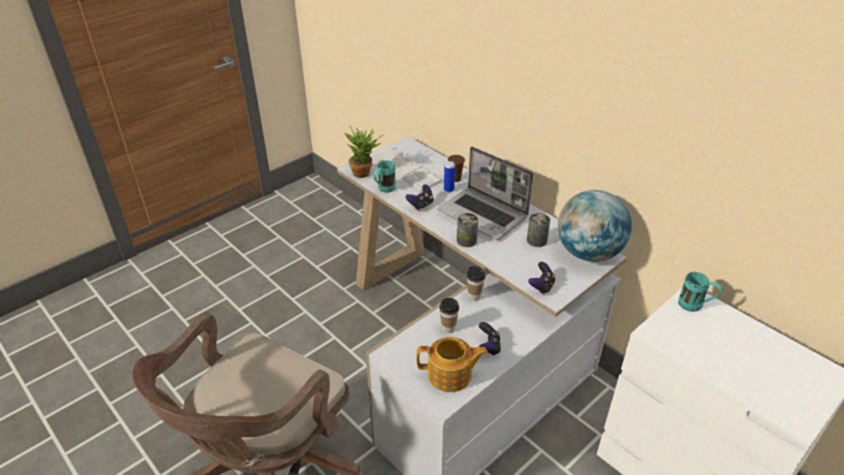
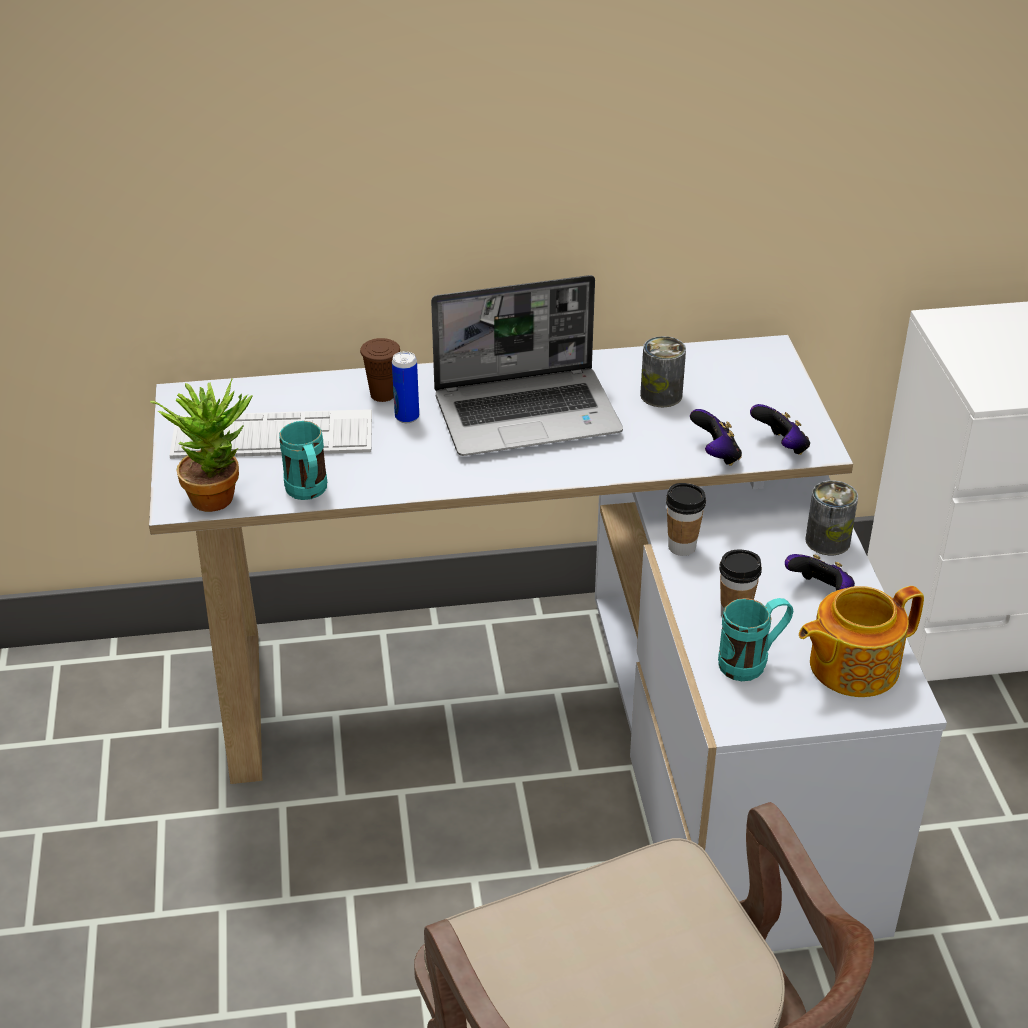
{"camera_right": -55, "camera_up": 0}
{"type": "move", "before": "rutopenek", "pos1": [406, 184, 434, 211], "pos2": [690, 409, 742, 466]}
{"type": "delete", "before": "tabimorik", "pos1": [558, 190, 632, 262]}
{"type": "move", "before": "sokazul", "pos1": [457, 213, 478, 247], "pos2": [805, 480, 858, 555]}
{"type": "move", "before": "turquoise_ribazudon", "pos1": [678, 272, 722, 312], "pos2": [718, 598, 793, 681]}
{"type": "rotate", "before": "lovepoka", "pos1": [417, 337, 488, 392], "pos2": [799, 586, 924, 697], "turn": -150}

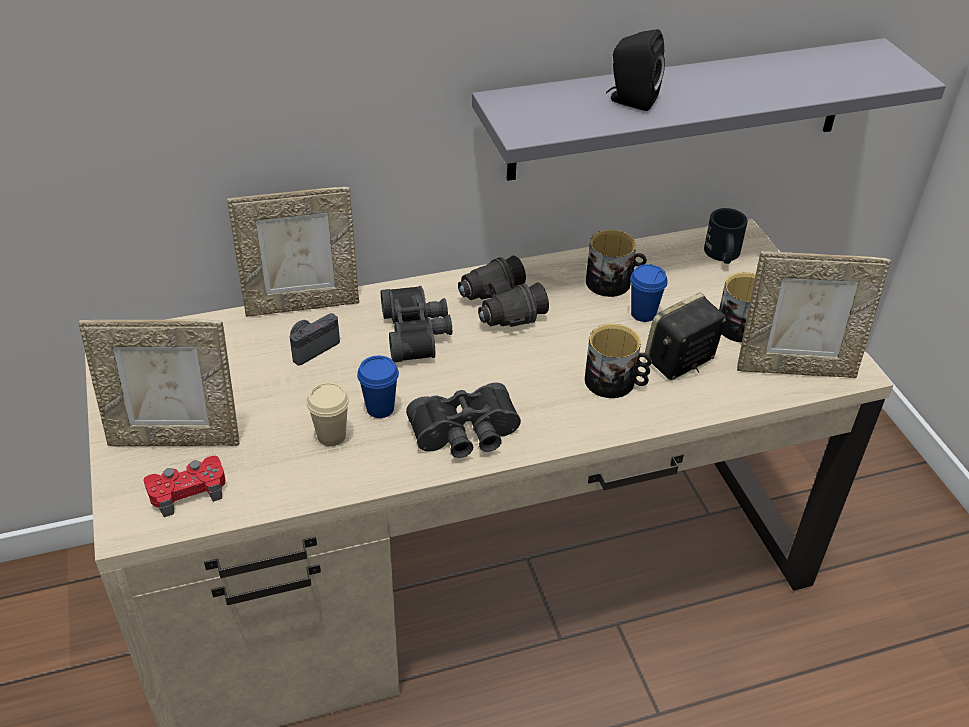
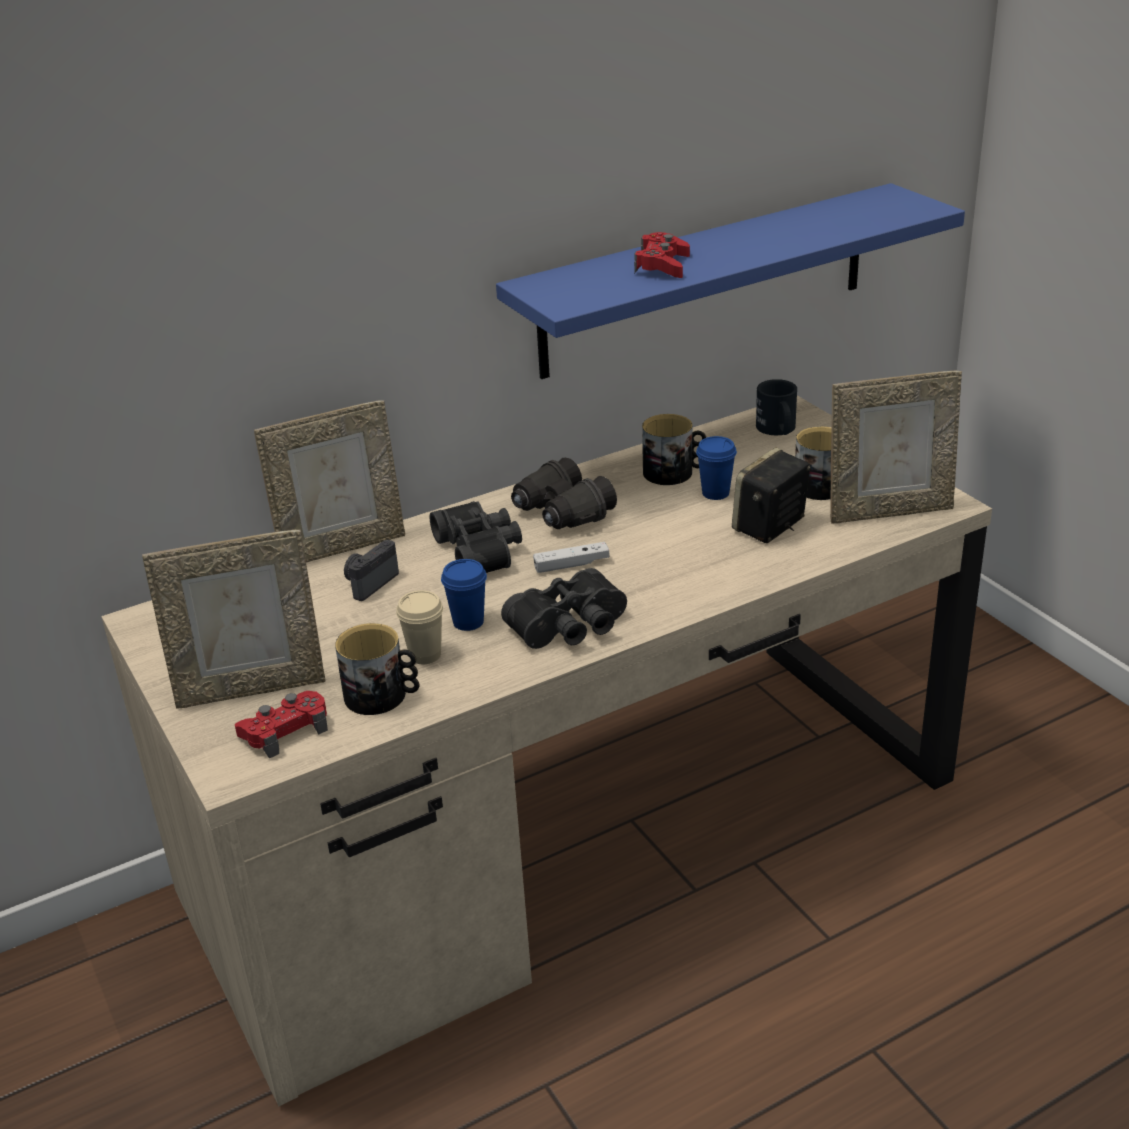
{"camera_right": -10, "camera_up": -10}
{"type": "replace", "before": "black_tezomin", "after": "red_rutopenek", "pos1": [606, 29, 665, 111], "pos2": [634, 232, 690, 278]}
{"type": "recolor", "before": "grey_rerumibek", "after": "blue_rerumibek", "pos1": [472, 38, 946, 181], "pos2": [496, 183, 965, 379]}
{"type": "move", "before": "ribazudon", "pos1": [585, 324, 652, 398], "pos2": [335, 623, 419, 715]}
{"type": "insert", "after": "white_rutopenek", "pos2": [533, 542, 610, 573]}

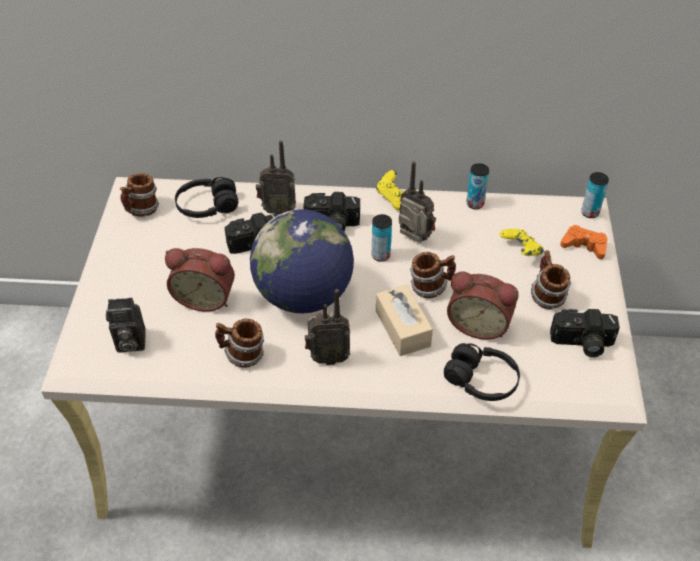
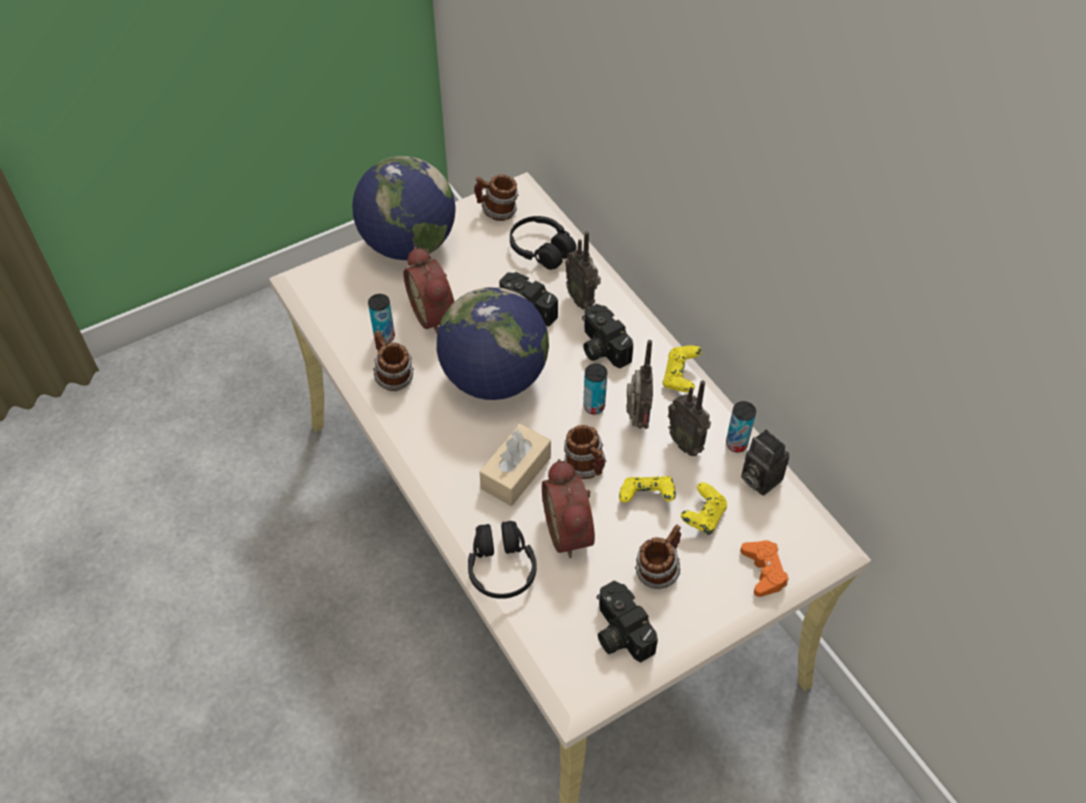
{"camera_right": 55, "camera_up": 5}
{"type": "move", "before": "sokazul", "pos1": [581, 172, 609, 218], "pos2": [368, 294, 395, 344]}
{"type": "move", "before": "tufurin", "pos1": [305, 289, 350, 365], "pos2": [668, 380, 711, 456]}
{"type": "move", "before": "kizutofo", "pos1": [106, 297, 146, 353], "pos2": [741, 429, 789, 496]}
{"type": "insert", "after": "tabimorik", "pos2": [352, 156, 455, 260]}
{"type": "insert", "after": "yellow_rutopenek", "pos2": [619, 476, 676, 503]}

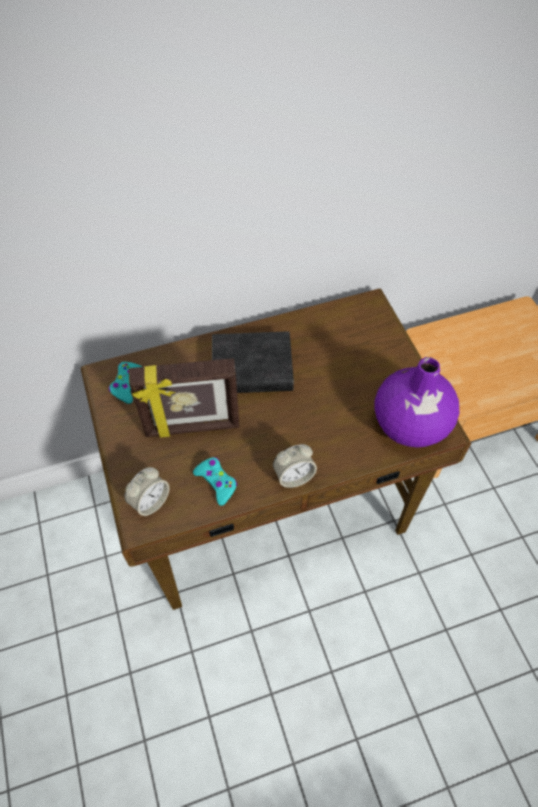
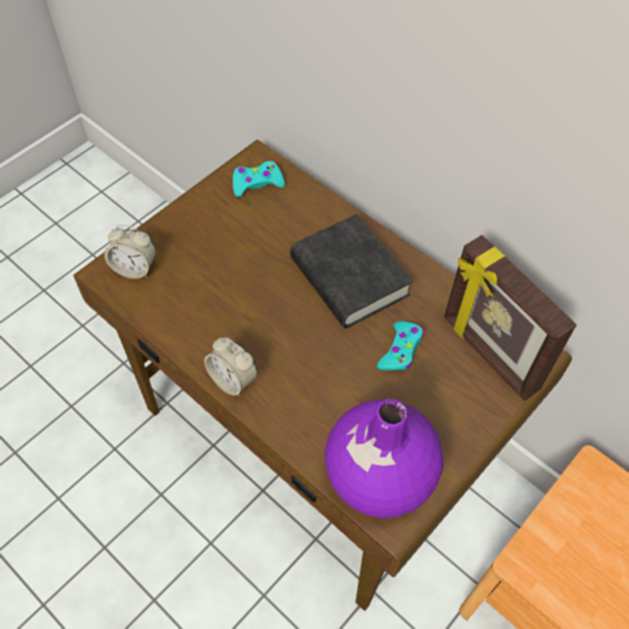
{"camera_right": 60, "camera_up": 0}
{"type": "move", "before": "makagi", "pos1": [129, 358, 240, 438], "pos2": [444, 235, 577, 401]}
{"type": "move", "before": "turquoise_rutopenek", "pos1": [193, 457, 237, 506], "pos2": [377, 321, 424, 371]}

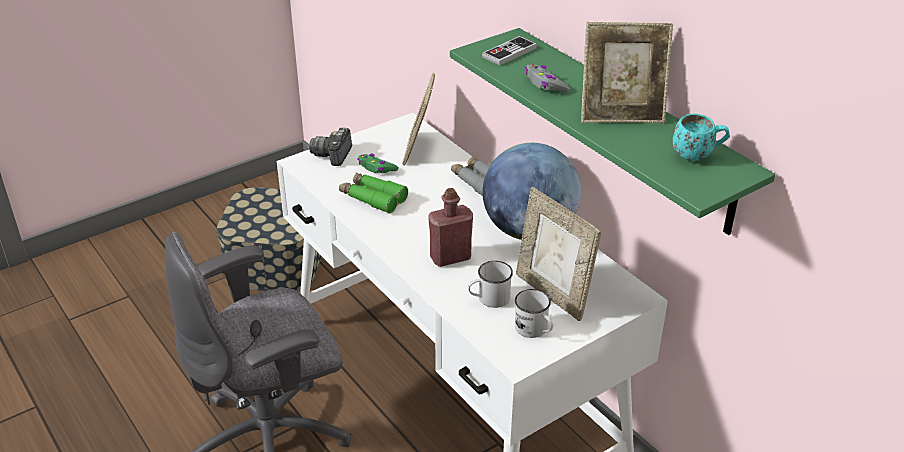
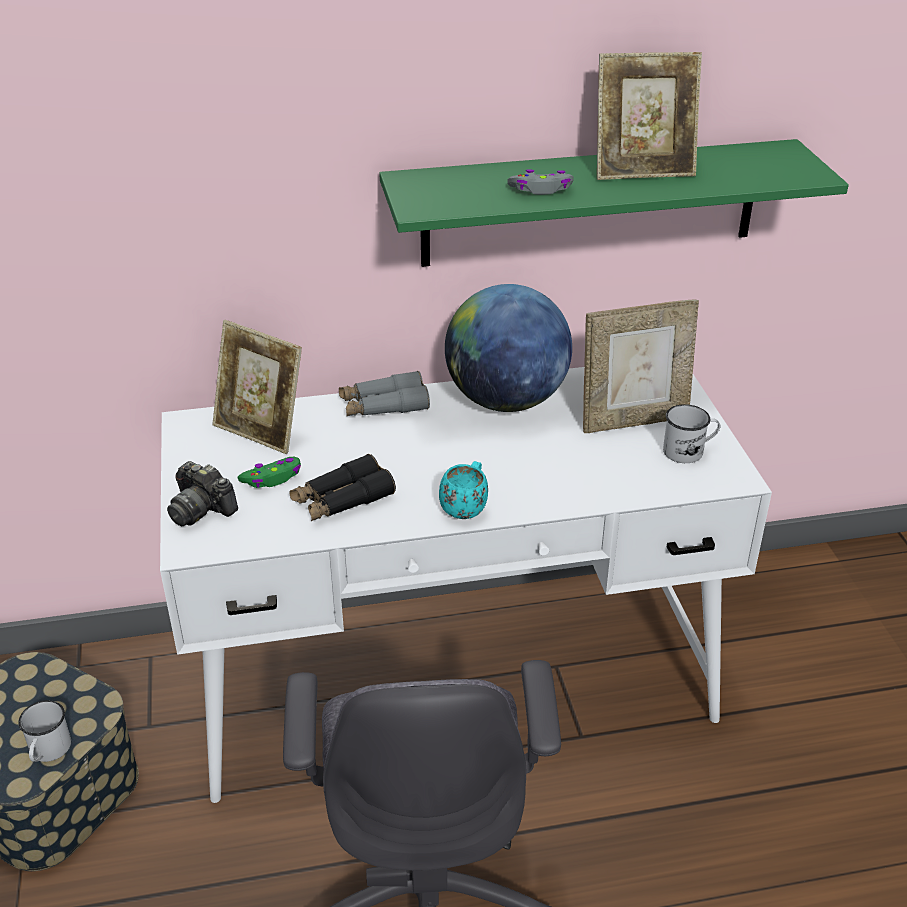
{"camera_right": -65, "camera_up": 0}
{"type": "rotate", "before": "makagi", "pos1": [581, 22, 673, 123], "pos2": [597, 52, 702, 180], "turn": 60}
{"type": "delete", "before": "rutopenek", "pos1": [482, 36, 537, 66]}
{"type": "move", "before": "turquoise_ribazudon", "pos1": [673, 113, 730, 161], "pos2": [439, 461, 488, 519]}
{"type": "recolor", "before": "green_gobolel", "after": "black_gobolel", "pos1": [339, 172, 408, 214], "pos2": [289, 454, 396, 521]}
{"type": "delete", "before": "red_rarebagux", "pos1": [428, 188, 473, 267]}
{"type": "move", "before": "white_ribazudon", "pos1": [468, 261, 513, 308], "pos2": [18, 700, 71, 762]}

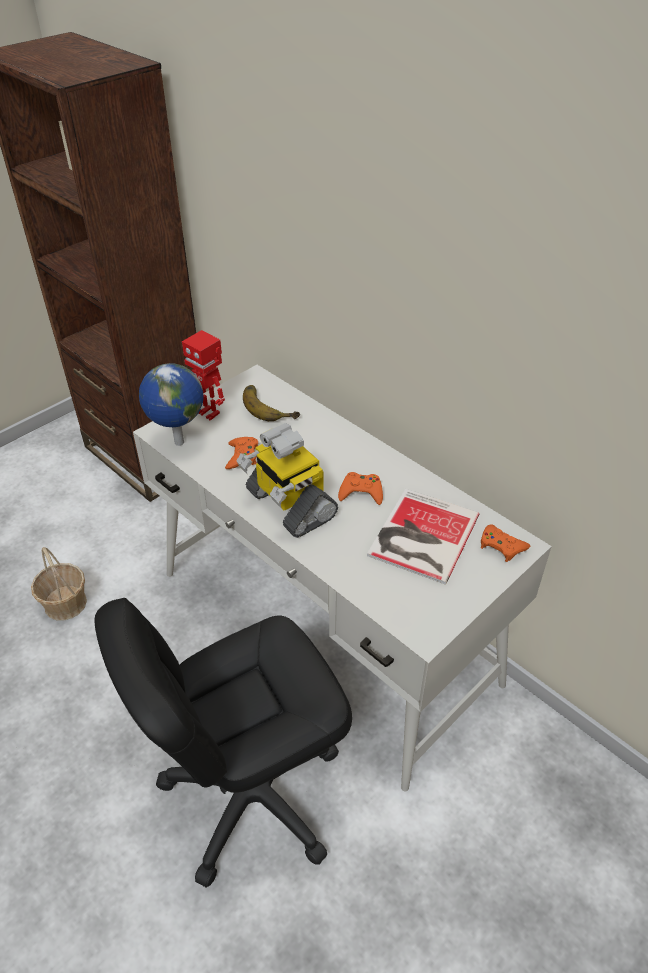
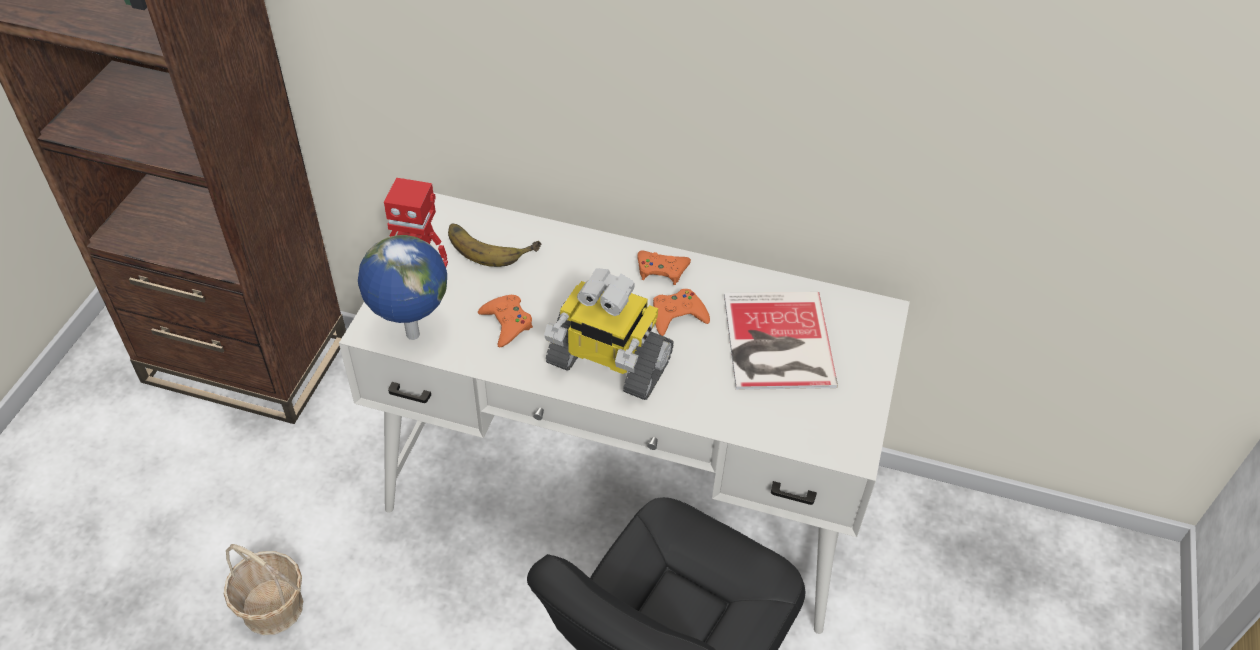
{"camera_right": -30, "camera_up": 5}
{"type": "move", "before": "orange_rutopenek", "pos1": [481, 524, 530, 562], "pos2": [637, 250, 691, 285]}

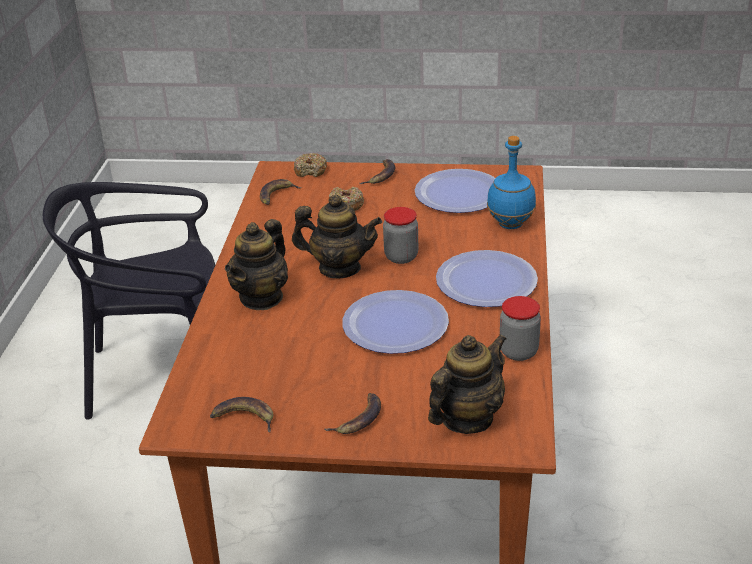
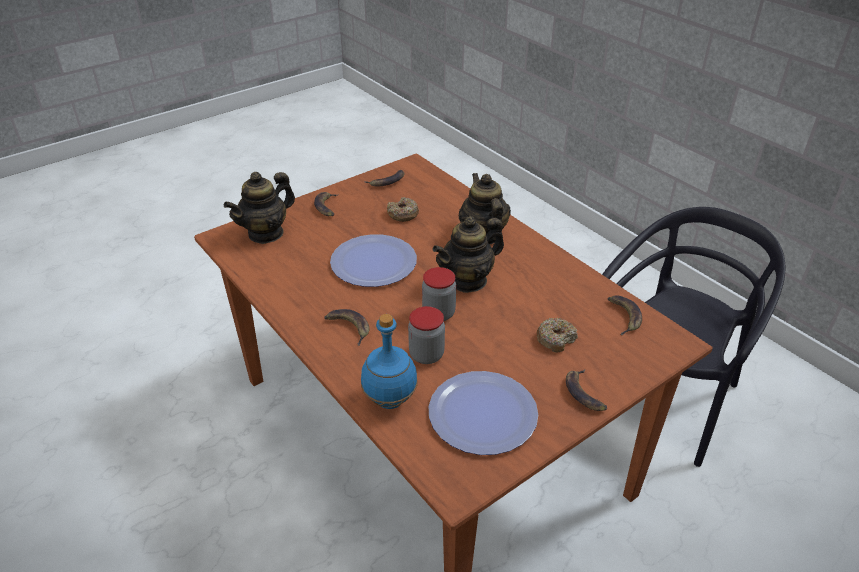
{"camera_right": 135, "camera_up": 5}
{"type": "move", "before": "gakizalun", "pos1": [294, 153, 327, 177], "pos2": [387, 197, 419, 222]}
{"type": "replace", "before": "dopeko", "after": "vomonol", "pos1": [436, 250, 538, 307], "pos2": [324, 309, 370, 346]}
{"type": "move", "before": "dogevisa", "pos1": [500, 296, 541, 361], "pos2": [408, 306, 445, 364]}
{"type": "rotate", "before": "lovepoka", "pos1": [428, 334, 507, 434], "pos2": [224, 172, 295, 244], "turn": 45}

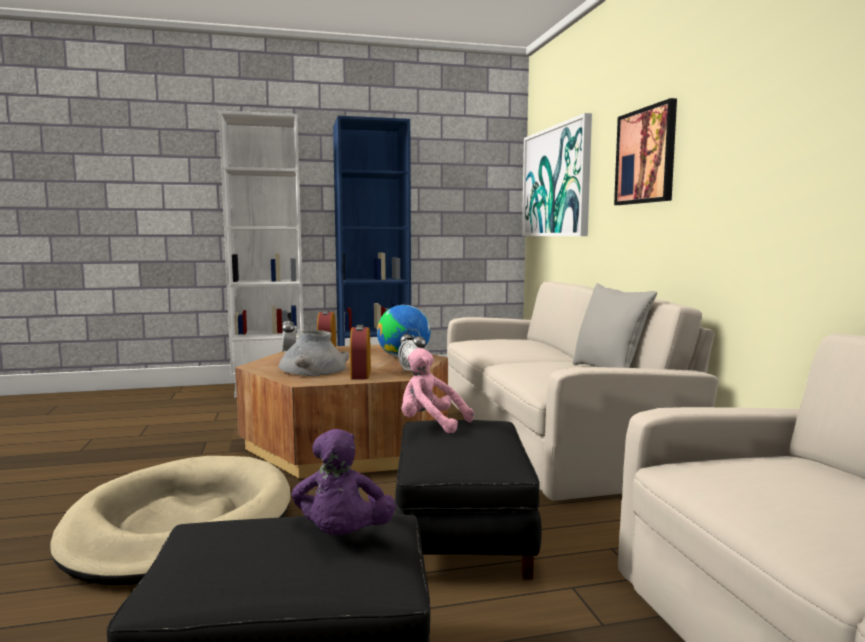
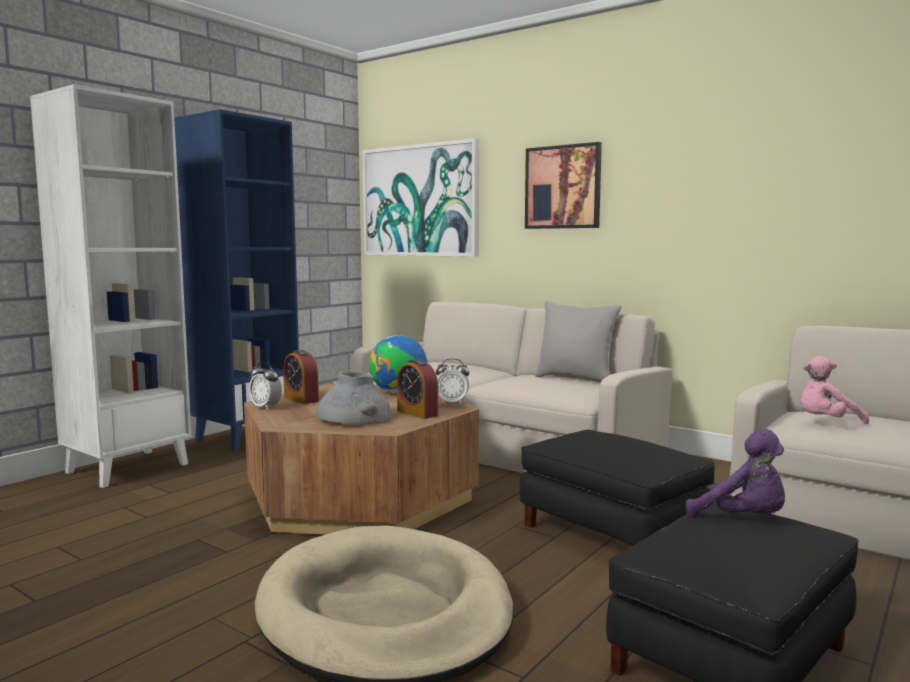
{"camera_right": -40, "camera_up": 0}
{"type": "move", "before": "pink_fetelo", "pos1": [401, 348, 474, 433], "pos2": [800, 356, 869, 424]}

